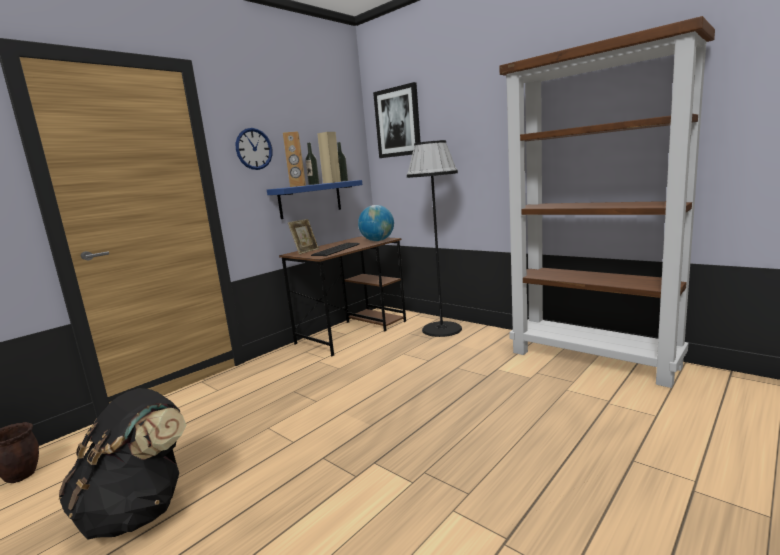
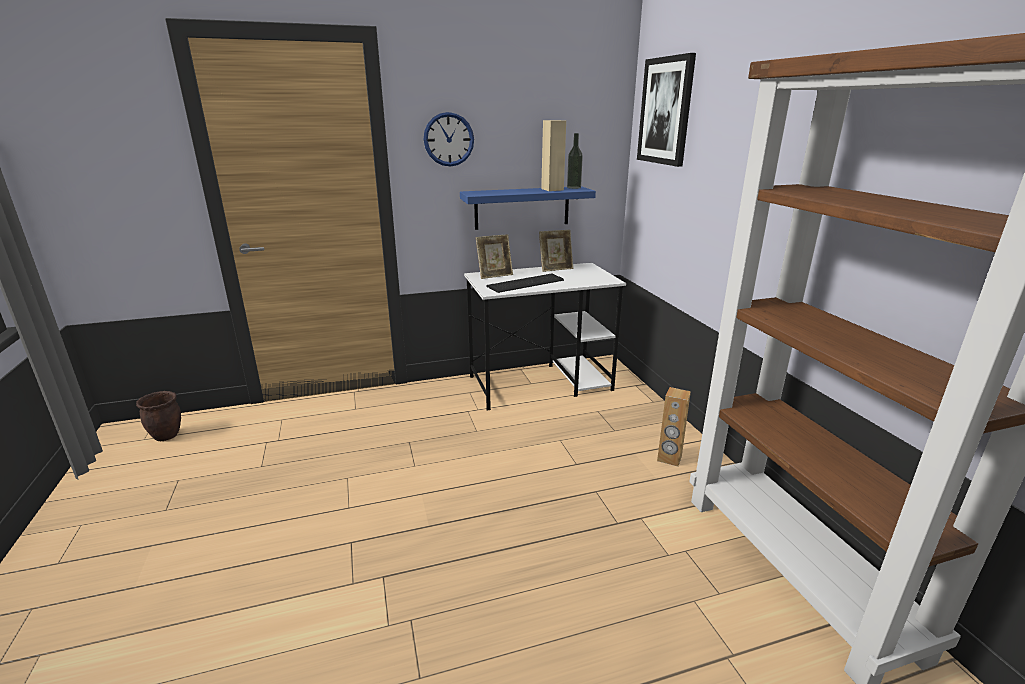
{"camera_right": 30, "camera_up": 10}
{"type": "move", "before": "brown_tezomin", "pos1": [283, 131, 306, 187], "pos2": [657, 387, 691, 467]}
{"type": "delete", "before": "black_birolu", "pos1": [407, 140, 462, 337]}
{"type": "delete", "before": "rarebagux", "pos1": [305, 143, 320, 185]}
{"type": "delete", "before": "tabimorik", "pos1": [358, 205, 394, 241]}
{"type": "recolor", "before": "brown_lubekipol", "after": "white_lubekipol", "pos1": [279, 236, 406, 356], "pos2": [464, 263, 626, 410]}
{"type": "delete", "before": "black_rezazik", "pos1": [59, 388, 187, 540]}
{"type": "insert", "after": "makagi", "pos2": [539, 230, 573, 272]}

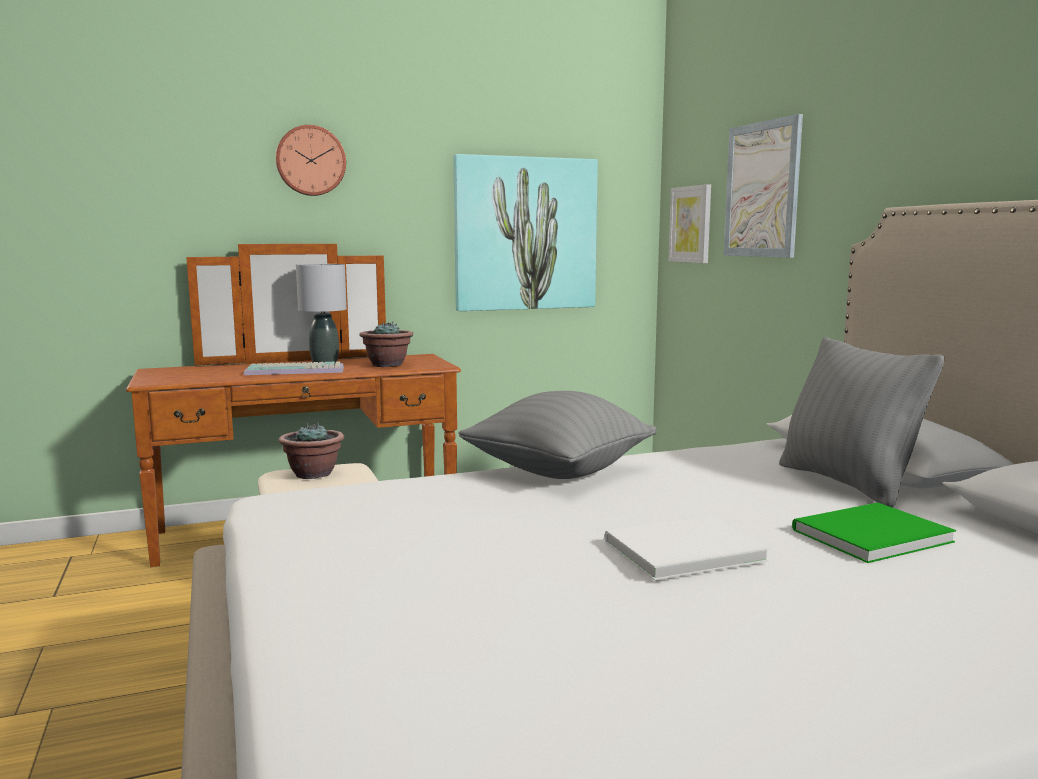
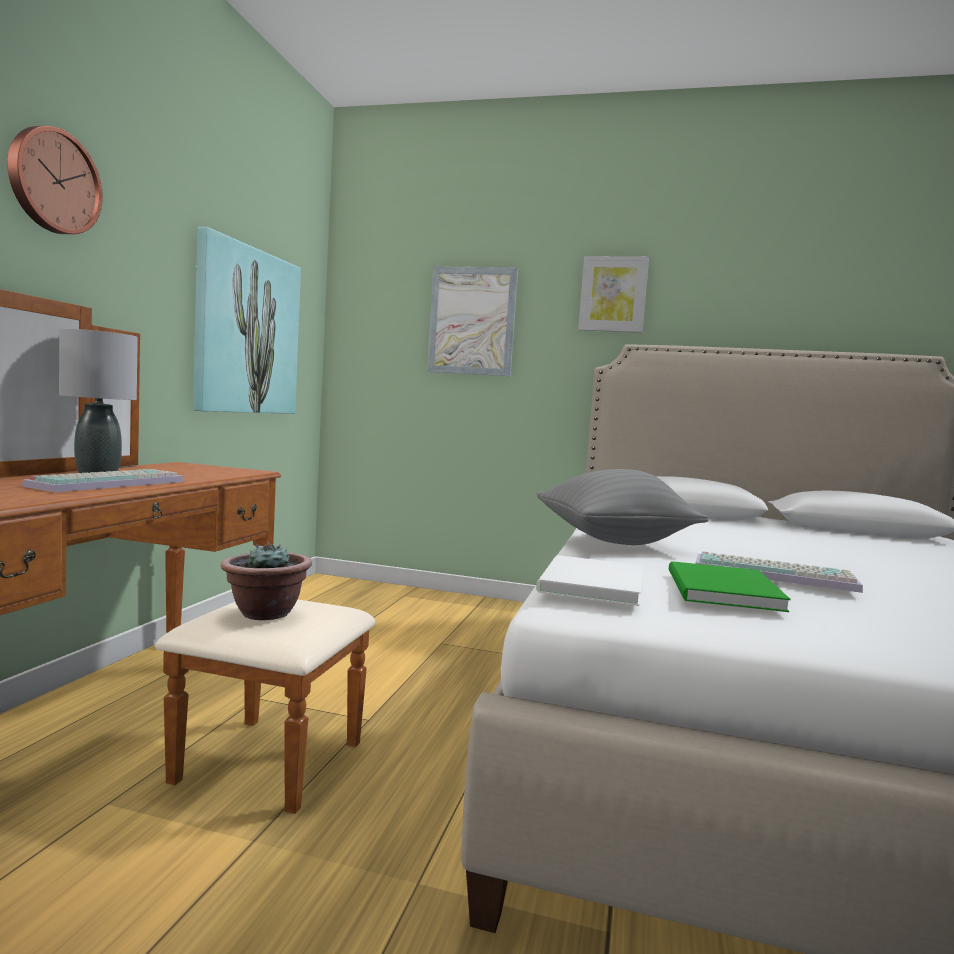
{"camera_right": -55, "camera_up": -5}
{"type": "move", "before": "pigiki", "pos1": [668, 184, 711, 263], "pos2": [578, 256, 649, 333]}
{"type": "delete", "before": "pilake", "pos1": [359, 322, 413, 367]}
{"type": "delete", "before": "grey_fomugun", "pos1": [779, 337, 945, 508]}
{"type": "move", "before": "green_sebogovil", "pos1": [792, 503, 956, 563], "pos2": [669, 561, 791, 612]}
{"type": "move", "before": "white_sebogovil", "pos1": [605, 516, 769, 581], "pos2": [536, 555, 642, 606]}
{"type": "insert", "after": "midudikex", "pos2": [695, 551, 863, 593]}

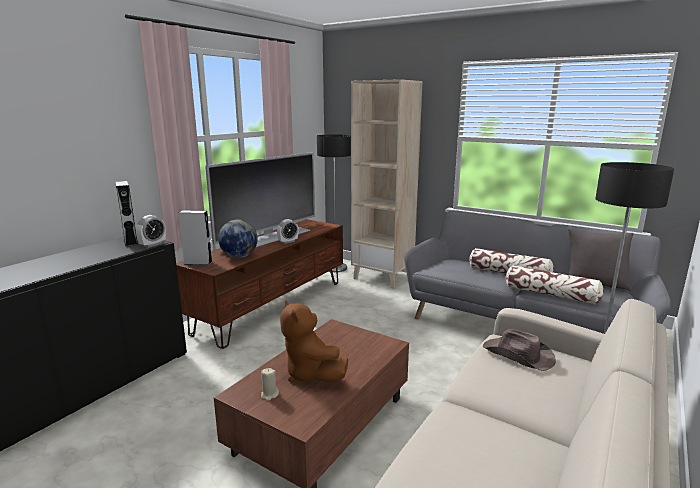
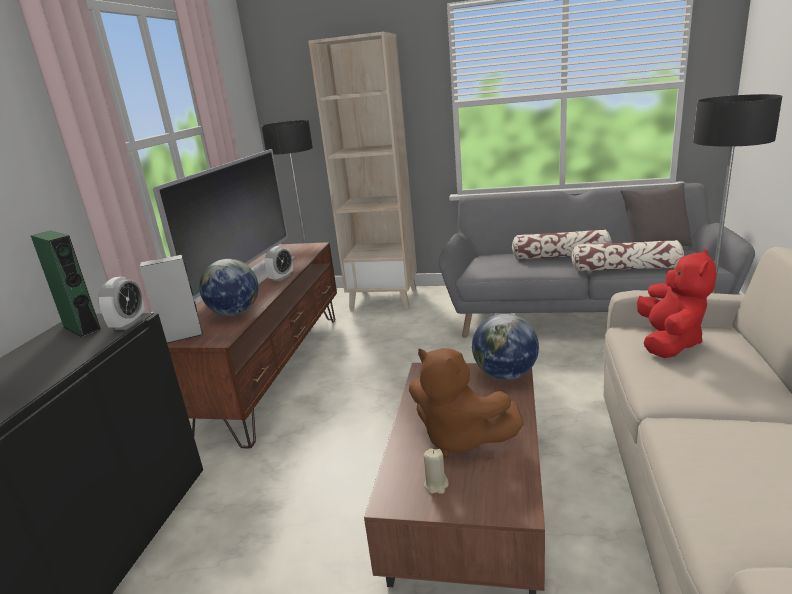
{"camera_right": -20, "camera_up": 5}
{"type": "recolor", "before": "grey_tezomin", "after": "green_tezomin", "pos1": [115, 181, 138, 246], "pos2": [31, 230, 102, 337]}
{"type": "replace", "before": "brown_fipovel", "after": "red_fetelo", "pos1": [483, 329, 556, 371], "pos2": [637, 249, 716, 358]}
{"type": "insert", "after": "tabimorik", "pos2": [472, 313, 539, 380]}

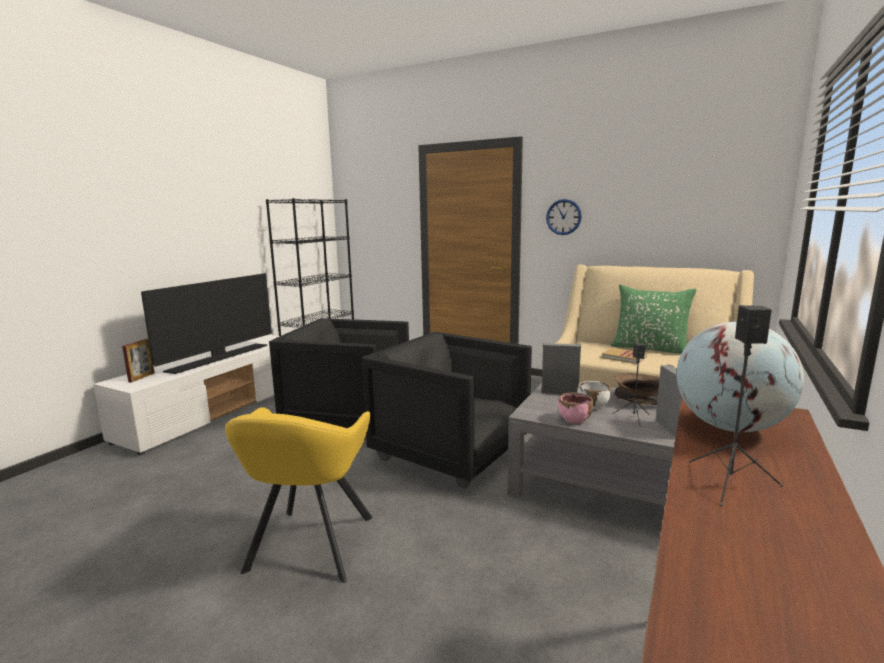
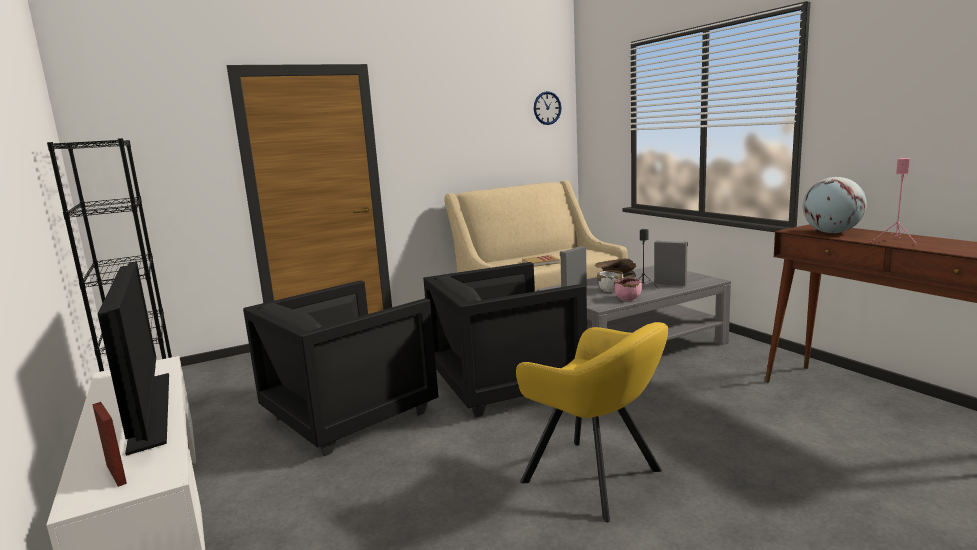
{"camera_right": -55, "camera_up": 0}
{"type": "move", "before": "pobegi", "pos1": [546, 199, 582, 235], "pos2": [534, 91, 562, 125]}
{"type": "delete", "before": "green_fomugun", "pos1": [610, 284, 697, 354]}
{"type": "recolor", "before": "black_tezomin", "after": "pink_tezomin", "pos1": [688, 305, 783, 506], "pos2": [871, 158, 918, 245]}

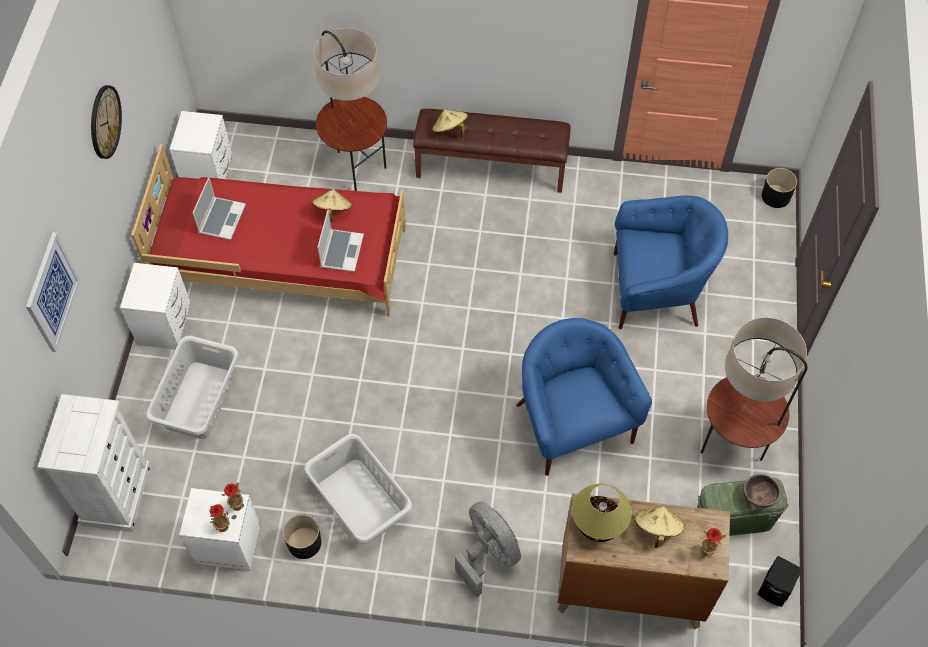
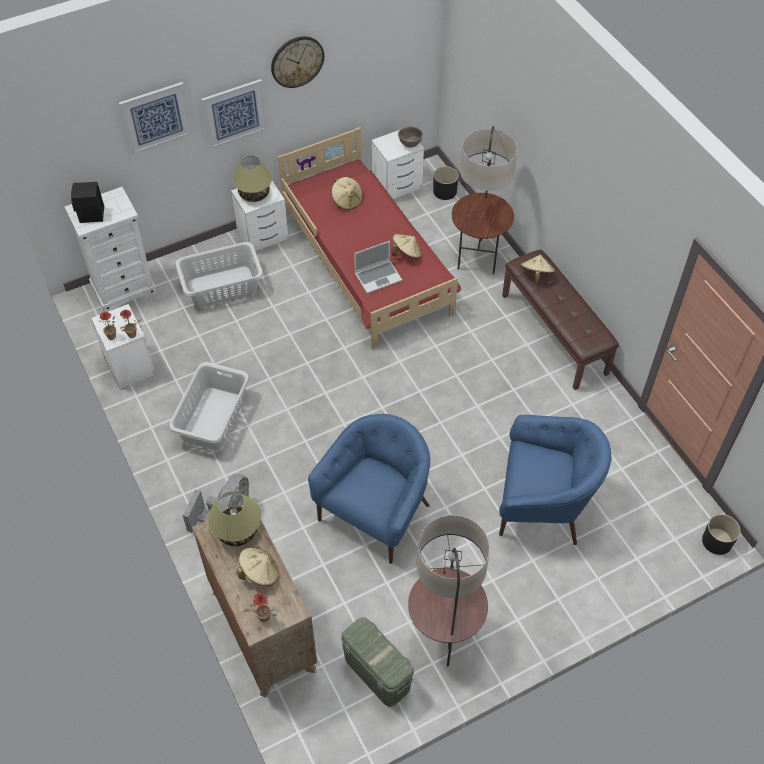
{"camera_right": 55, "camera_up": -5}
{"type": "replace", "before": "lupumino", "after": "beige_fipovel", "pos1": [193, 177, 246, 240], "pos2": [331, 177, 363, 210]}
{"type": "rotate", "before": "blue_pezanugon", "pos1": [614, 196, 728, 329], "pos2": [499, 415, 612, 545], "turn": -45}
{"type": "move", "before": "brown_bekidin", "pos1": [744, 474, 781, 508], "pos2": [398, 126, 423, 147]}
{"type": "move", "before": "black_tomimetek", "pos1": [283, 515, 321, 559], "pos2": [433, 166, 459, 200]}
{"type": "move", "before": "black_tezomin", "pos1": [758, 556, 803, 607], "pos2": [71, 182, 104, 223]}
{"type": "insert", "after": "pigiki", "pos2": [201, 79, 268, 150]}
{"type": "insert", "after": "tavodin", "pos2": [232, 156, 272, 202]}

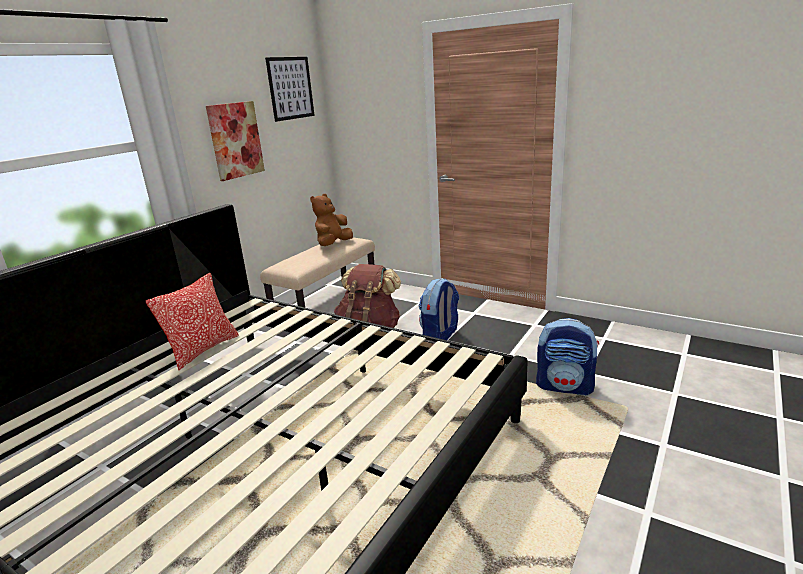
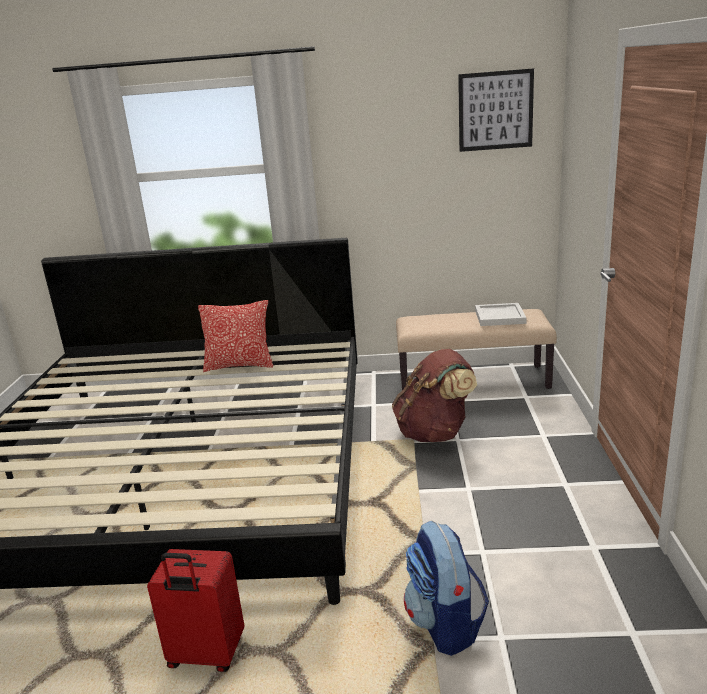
{"camera_right": 60, "camera_up": 0}
{"type": "delete", "before": "pigiki", "pos1": [206, 101, 265, 181]}
{"type": "replace", "before": "brown_fetelo", "after": "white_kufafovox", "pos1": [310, 194, 353, 246], "pos2": [475, 303, 527, 326]}
{"type": "delete", "before": "rezazik", "pos1": [419, 278, 459, 340]}
{"type": "insert", "after": "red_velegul", "pos2": [147, 549, 244, 672]}

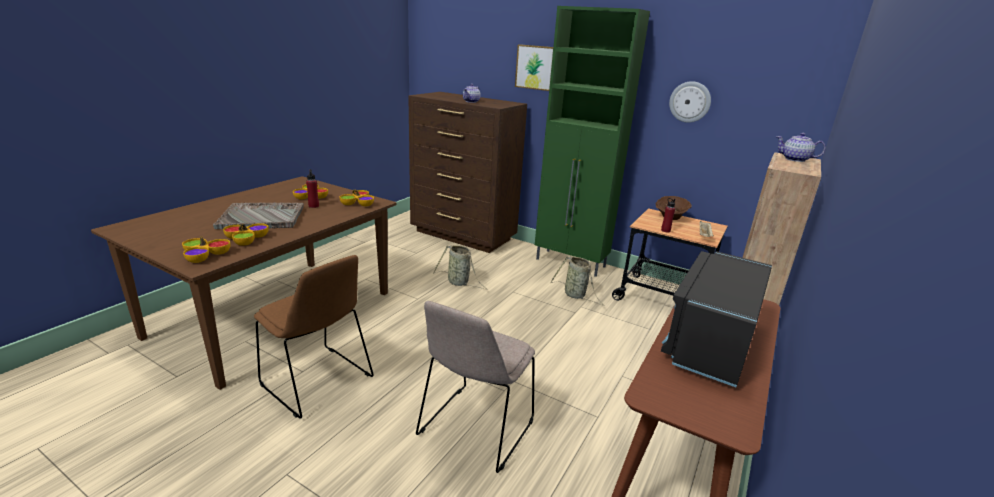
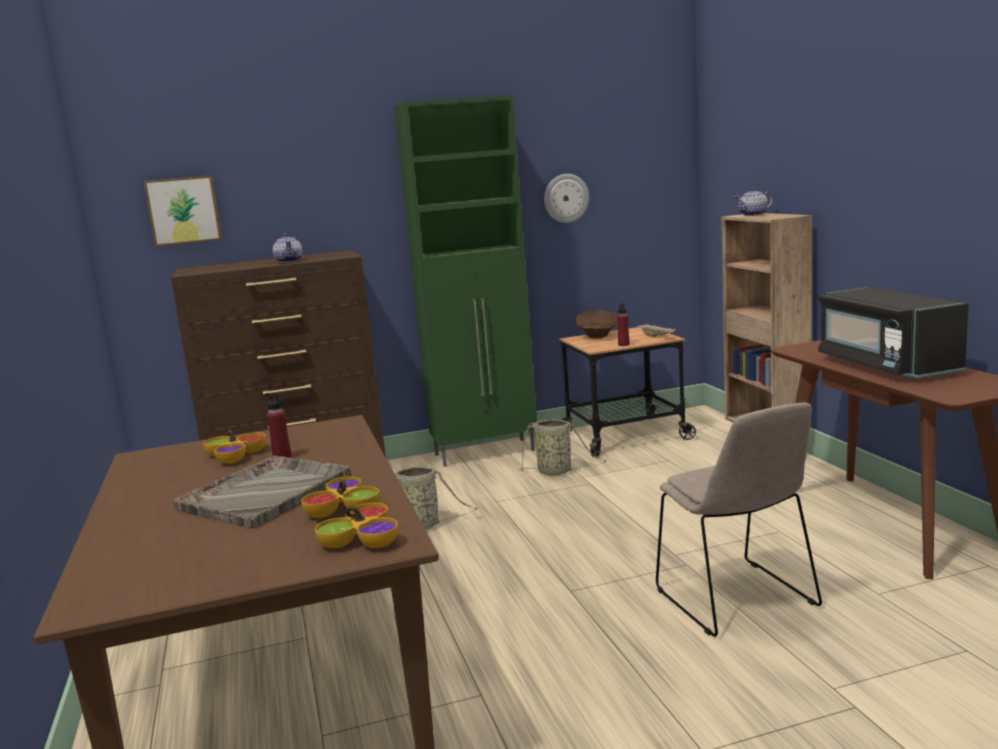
{"camera_right": -45, "camera_up": -10}
{"type": "move", "before": "pigiki", "pos1": [515, 44, 553, 91], "pos2": [144, 175, 222, 246]}
{"type": "delete", "before": "bekidin", "pos1": [339, 190, 374, 206]}
{"type": "delete", "before": "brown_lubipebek", "pos1": [254, 255, 374, 419]}

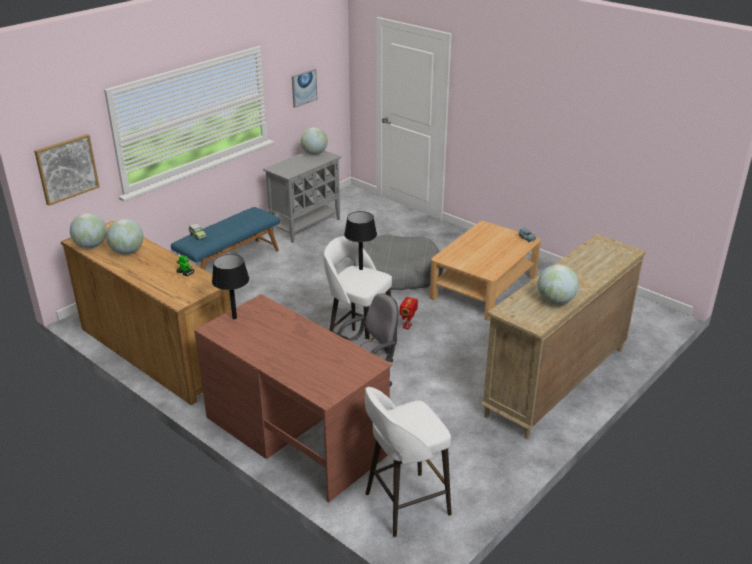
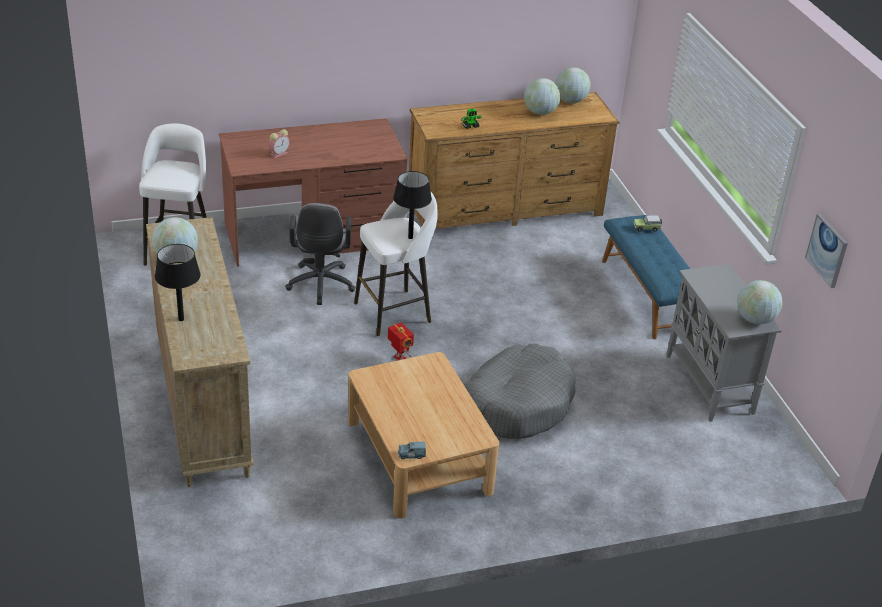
{"camera_right": 120, "camera_up": 5}
{"type": "delete", "before": "pigiki", "pos1": [34, 134, 100, 206]}
{"type": "move", "before": "black_tavodin", "pos1": [212, 254, 249, 319], "pos2": [155, 244, 201, 321]}
{"type": "insert", "after": "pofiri", "pos2": [268, 129, 290, 158]}

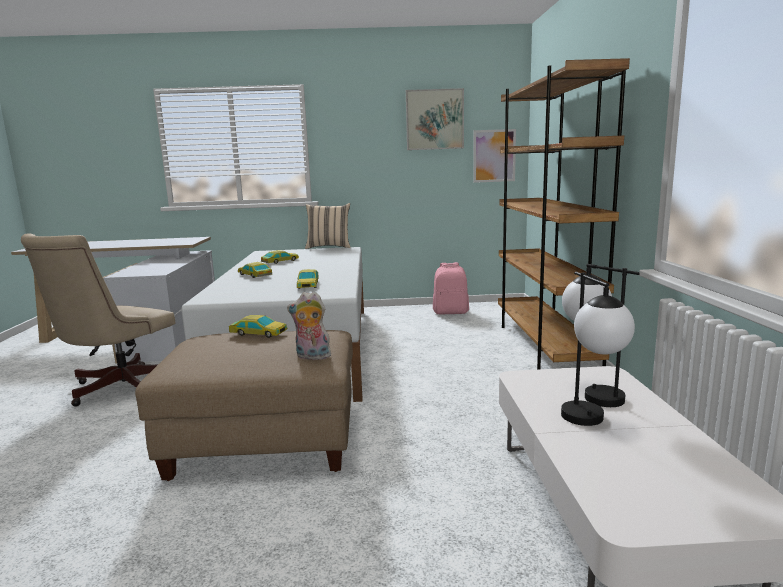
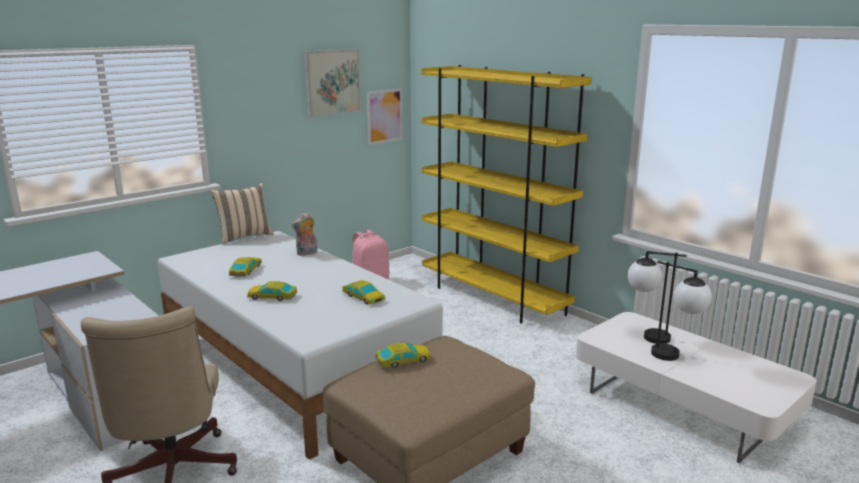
{"camera_right": -40, "camera_up": 5}
{"type": "recolor", "before": "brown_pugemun", "after": "yellow_pugemun", "pos1": [498, 58, 630, 370], "pos2": [422, 65, 592, 323]}
{"type": "move", "before": "fetelo", "pos1": [287, 292, 333, 360], "pos2": [291, 212, 317, 256]}

